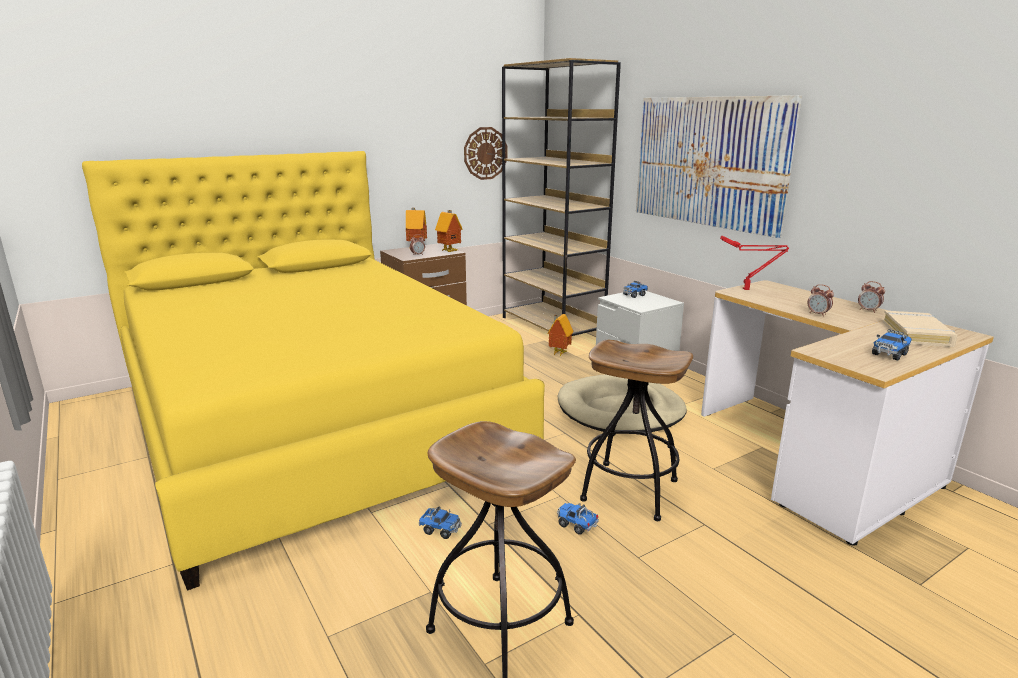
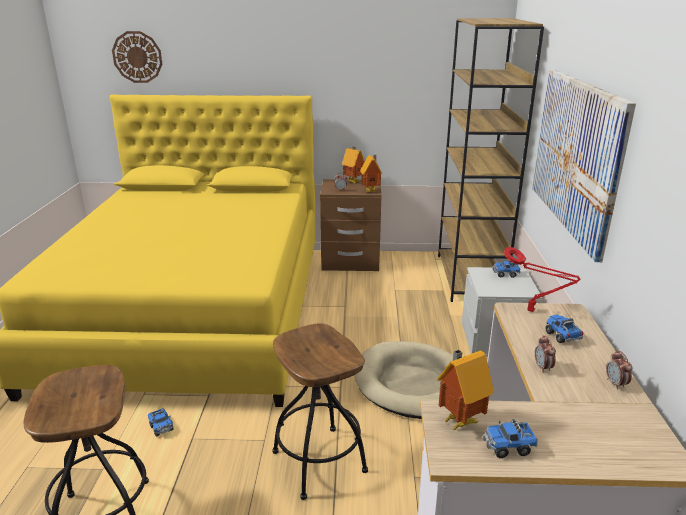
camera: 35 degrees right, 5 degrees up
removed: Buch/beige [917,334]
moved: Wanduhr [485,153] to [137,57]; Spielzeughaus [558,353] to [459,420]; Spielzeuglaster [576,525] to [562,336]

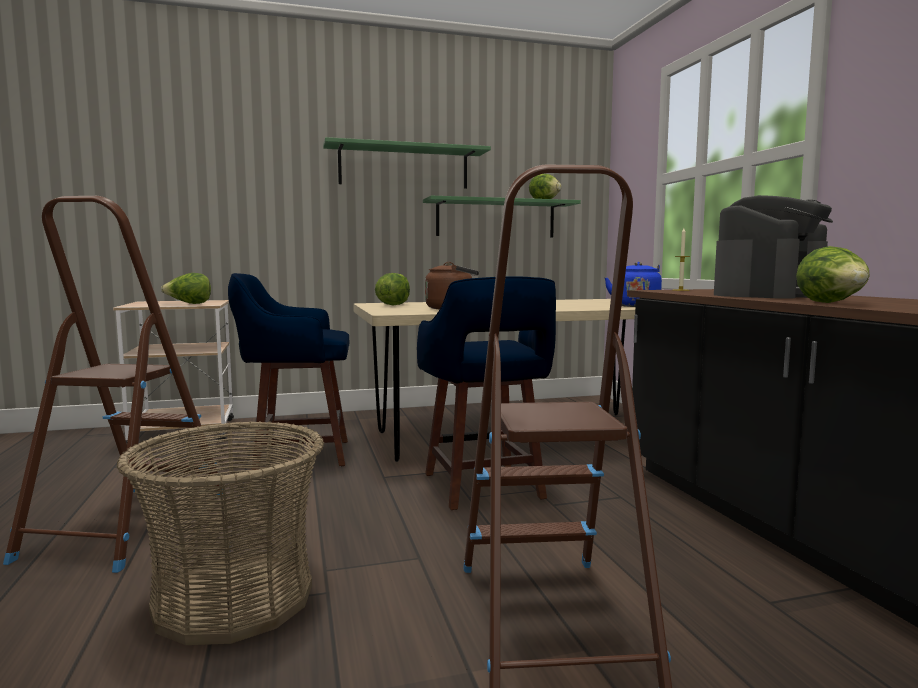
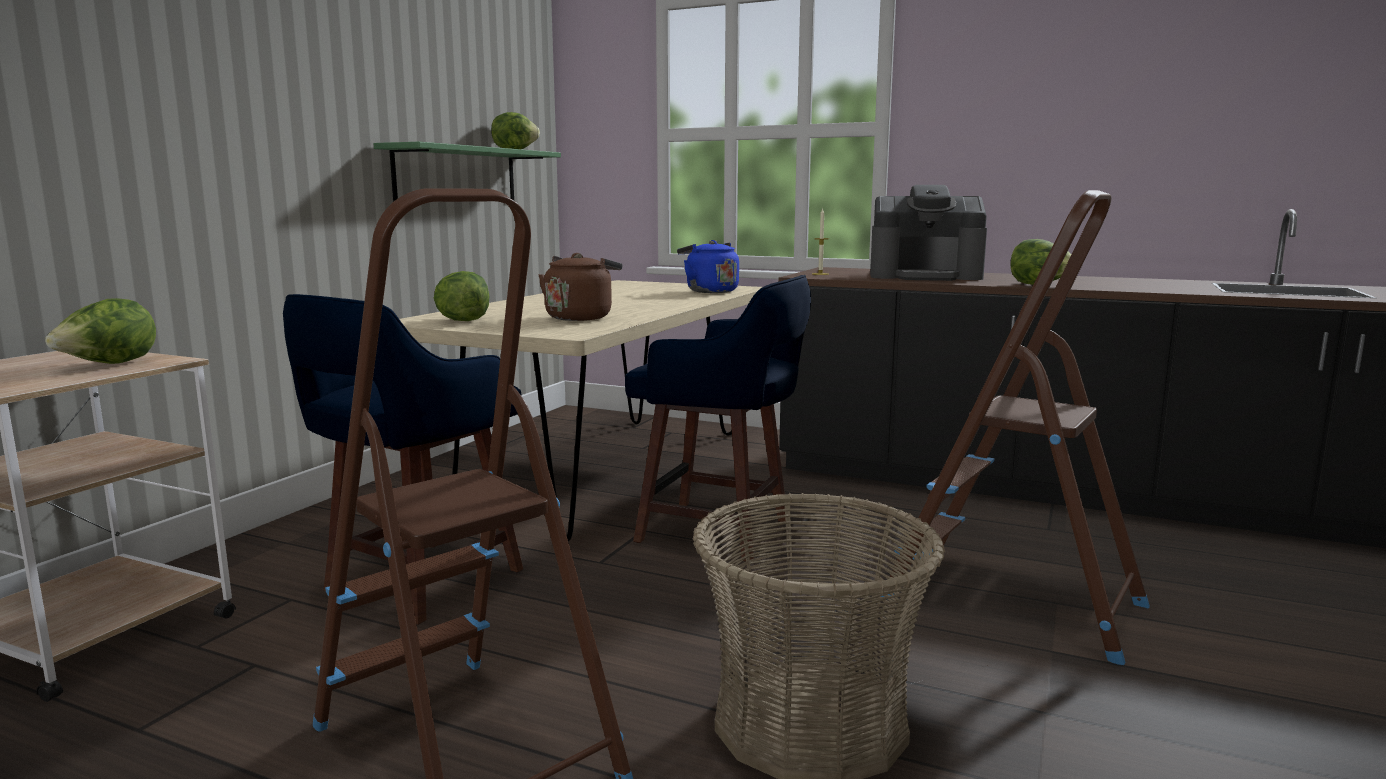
camera: 50 degrees left, 5 degrees up
removed: Wandregal/grün [404,167]
turned: Kaffeemaschine [770,294] = [925,276] 105 degrees clockwise

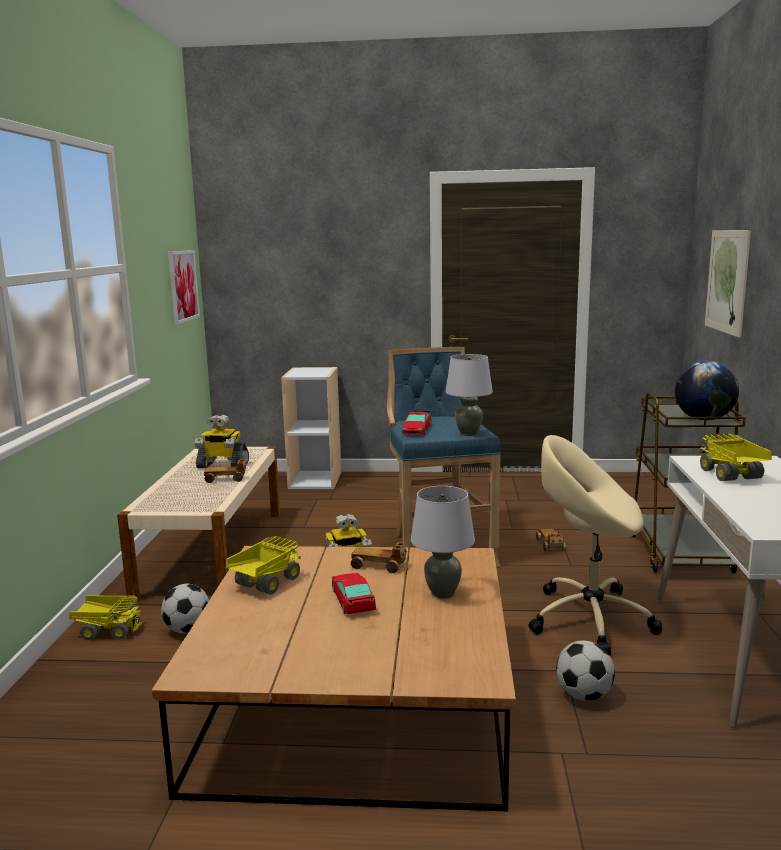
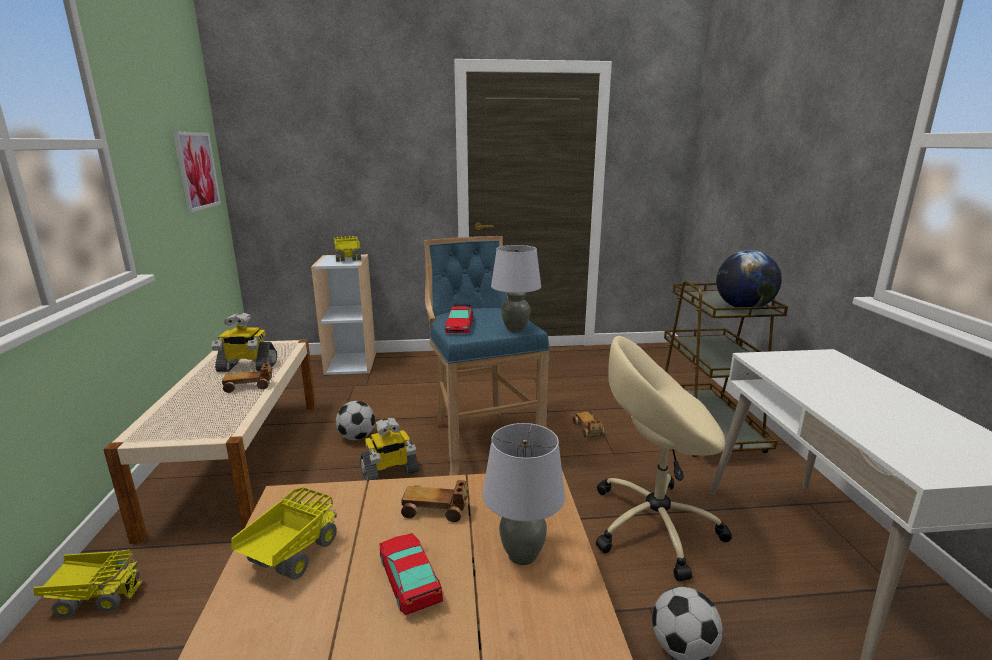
camera: 10 degrees left, 5 degrees up
removed: Bild [727,281]
moved: Spielzeuglaster [731,475] to [347,259]; Fußball [187,630] to [356,437]

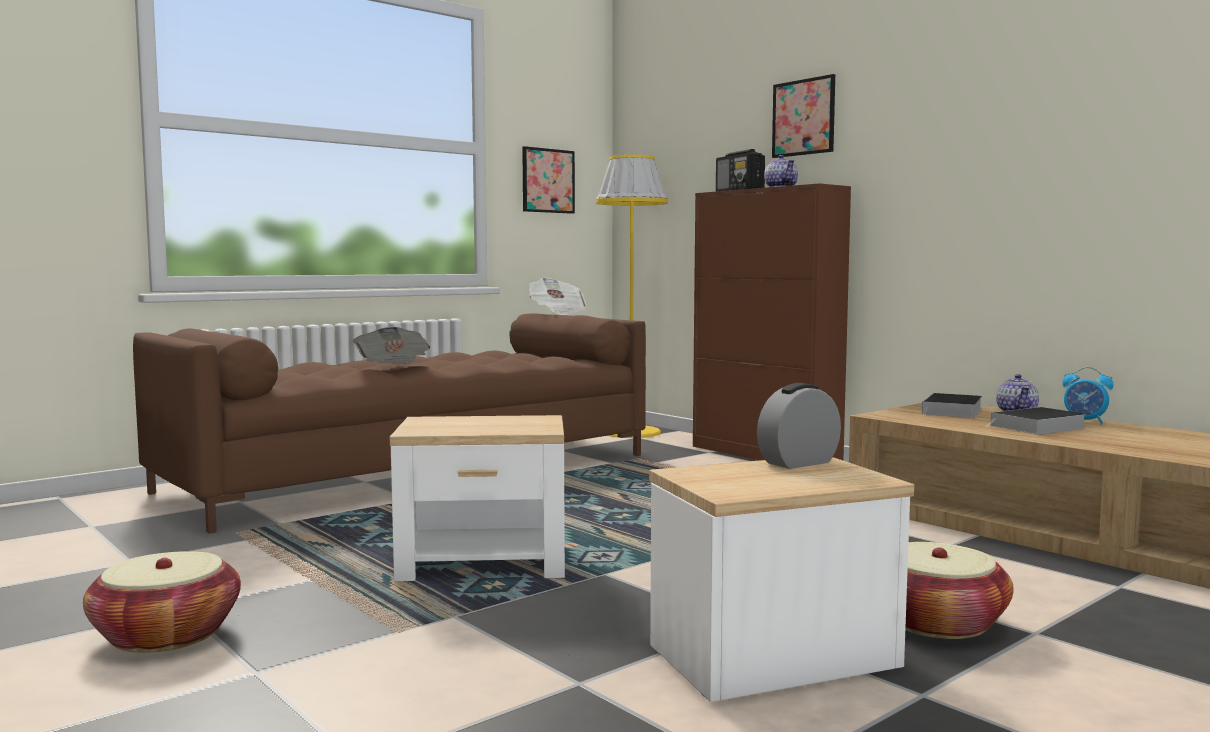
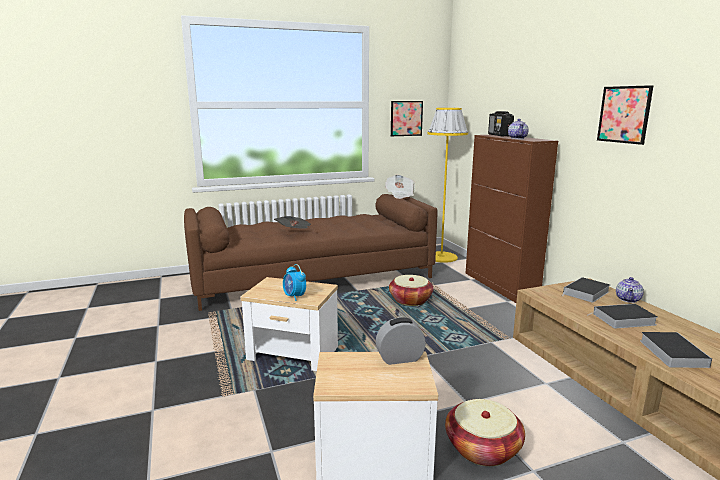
camera: 20 degrees right, 10 degrees up
added: Buch [671,352]
moved: Wecker [1085,421] to [294,297]; Korb [166,635] to [410,300]; Bild [803,117] to [624,114]

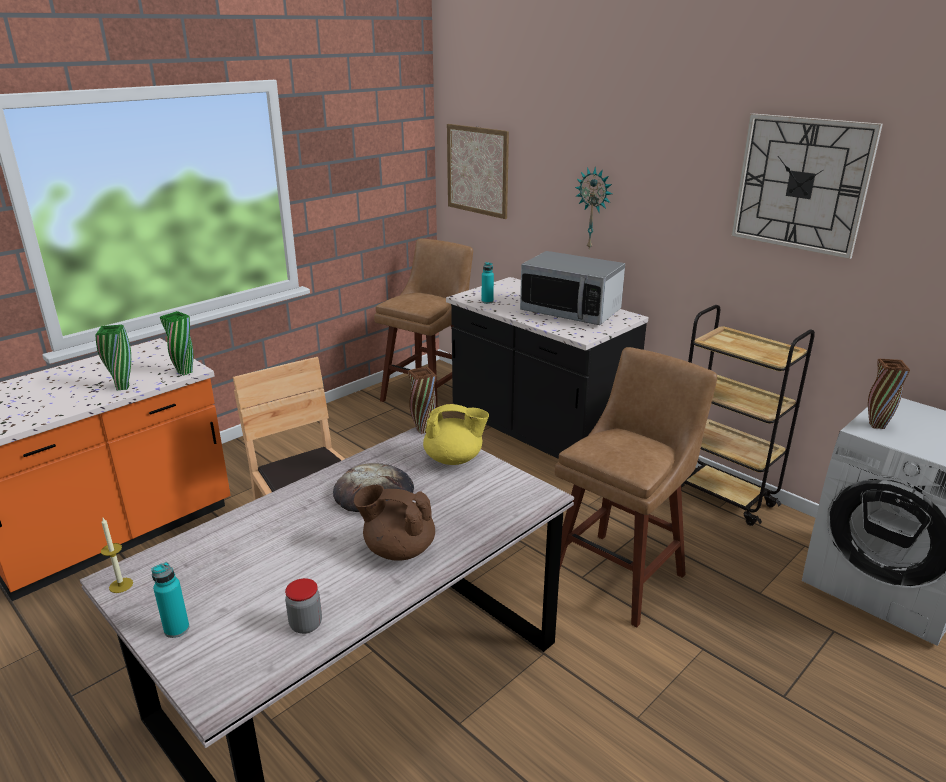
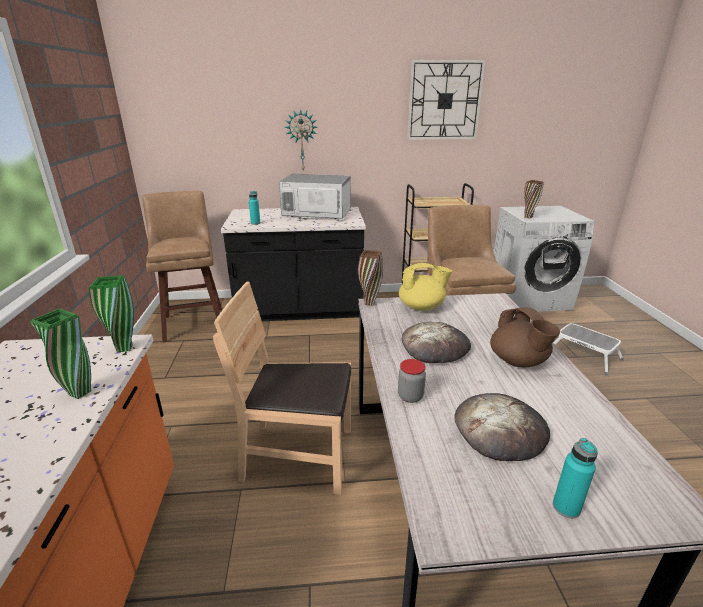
camera: 50 degrees left, 0 degrees up
removed: Kerze [121,585]; Bild [477,169]
added: Brot [500,429]; Trittleiter/grau [583,355]
moved: Vorratsglas [306,625] to [410,396]
turned: Mikrowelle [570,312] = [316,214] 150 degrees counterclockwise; Teekanne/gelb [454,459] = [422,307] 45 degrees clockwise; Teekanne/braun [398,549] = [518,361] 75 degrees counterclockwise

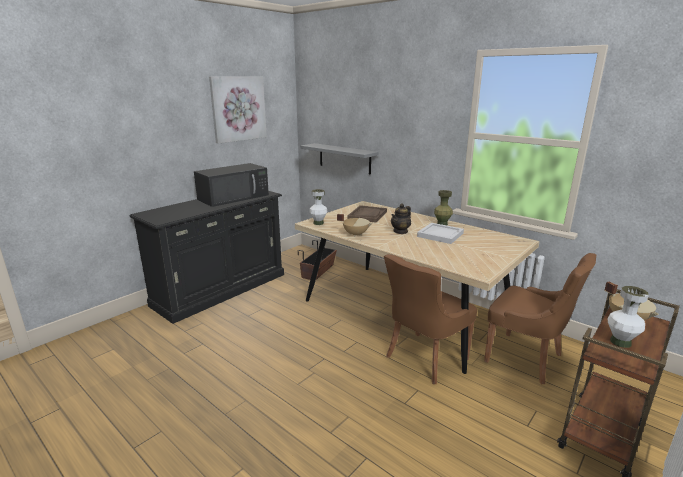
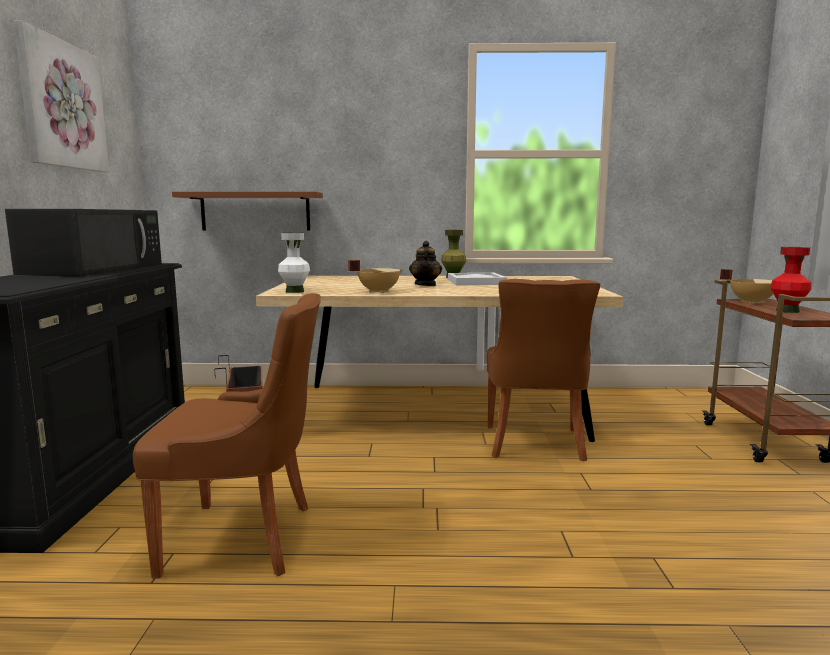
camera: 40 degrees left, 10 degrees down
removed: Tablett/braun [367,215]
moved: Stuhl/braun [526,359] to [245,538]
recoloured: Wandregal/grau [344,158] to Wandregal/braun [255,211]; Vase/weiß [620,342] to Vase/rot [787,311]

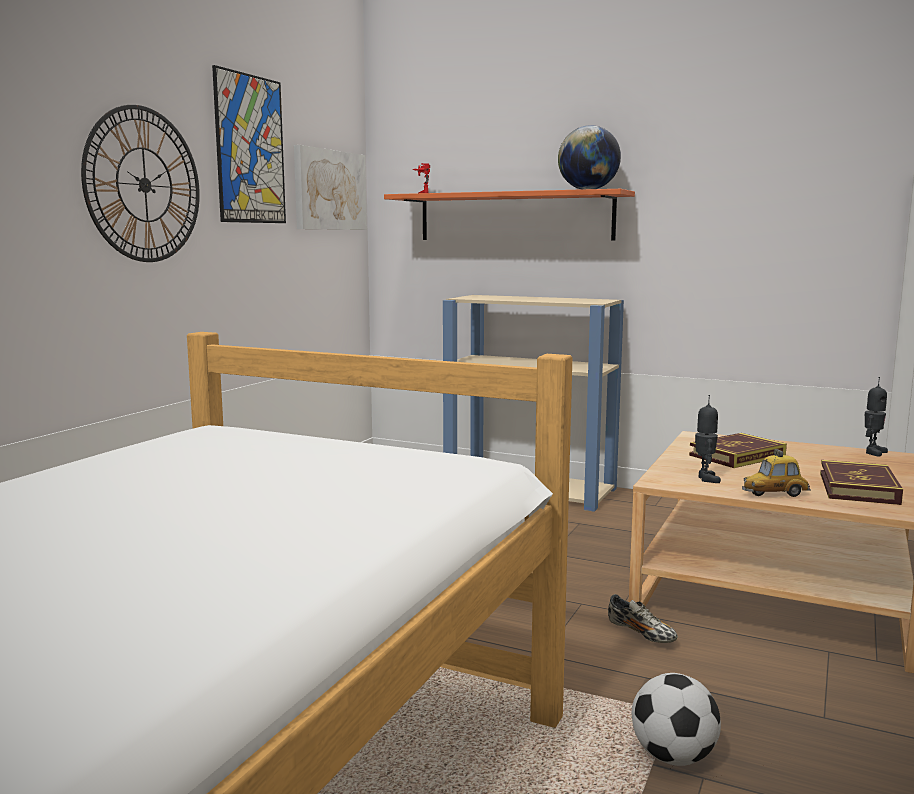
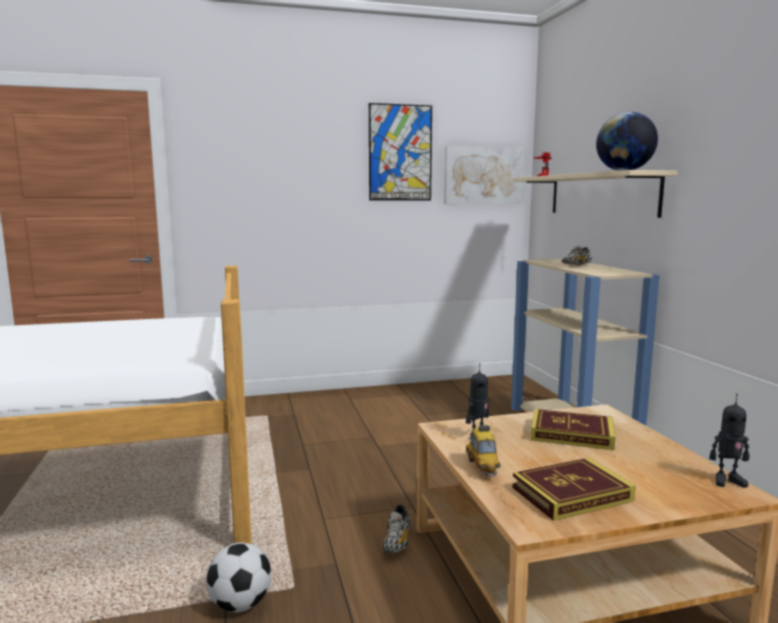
camera: 50 degrees right, 0 degrees up
removed: Wanduhr [144,185]
added: Schuh [576,265]
recoloured: Wandregal/orange [514,217] to Wandregal/beige [601,195]
turned: Spielzeugauto [774,494] = [482,467] 135 degrees counterclockwise

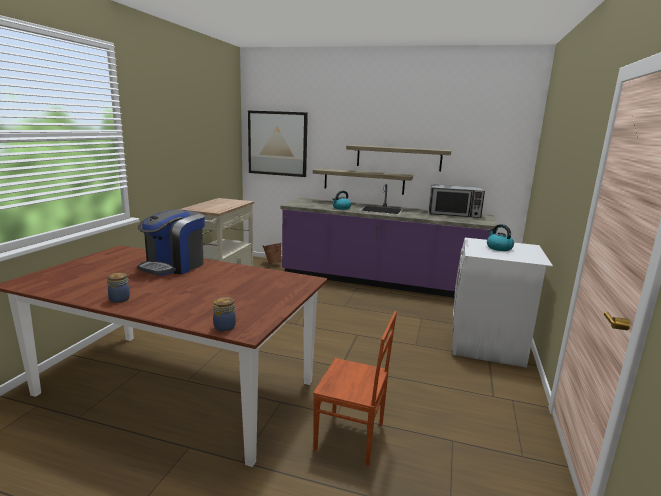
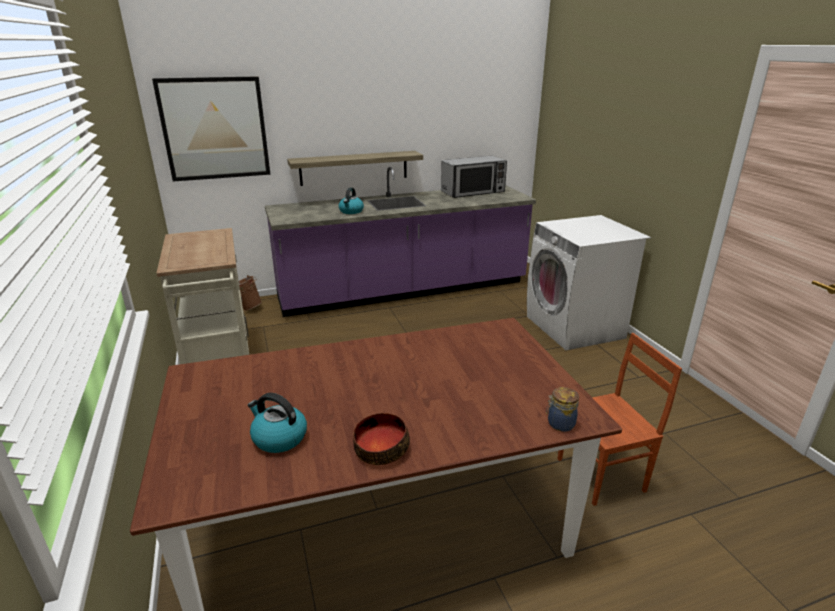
camera: 35 degrees left, 10 degrees up
removed: Kaffeemaschine [174,266]; Wandregal [398,158]
moved: Wasserkessel [498,248] to [278,438]
replaced: Vorratsglas [120,299] to Schüssel [381,448]

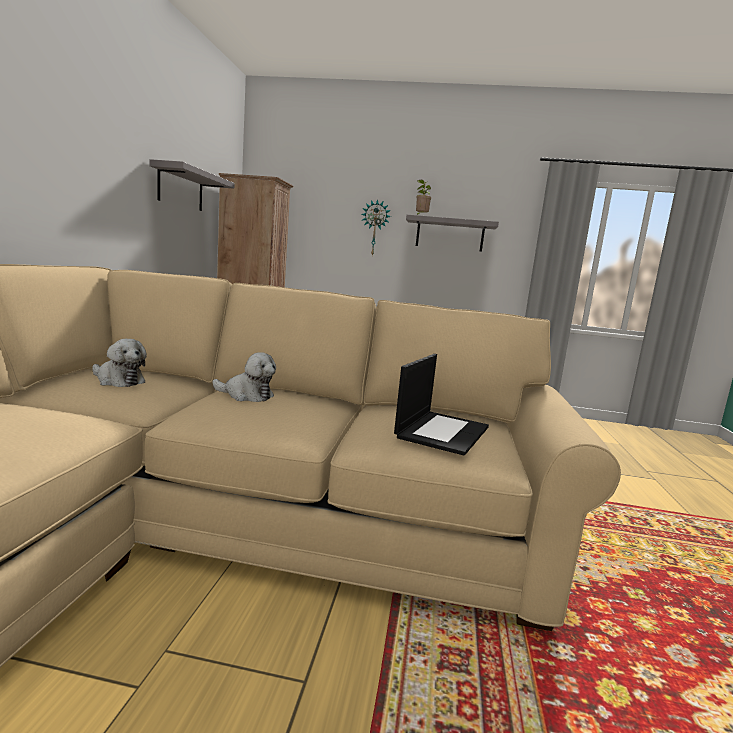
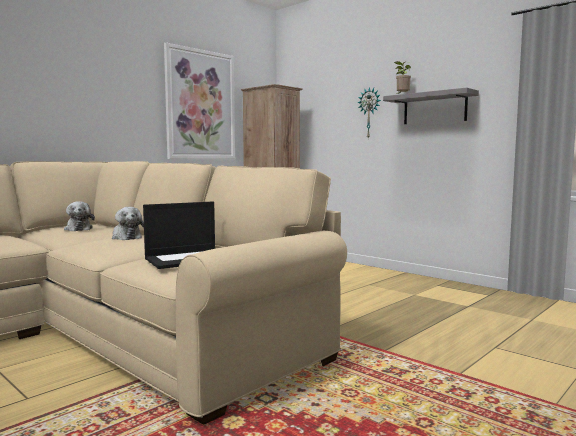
camera: 35 degrees right, 5 degrees down
replaced: Wandregal/grau [181,188] to Bild [200,105]

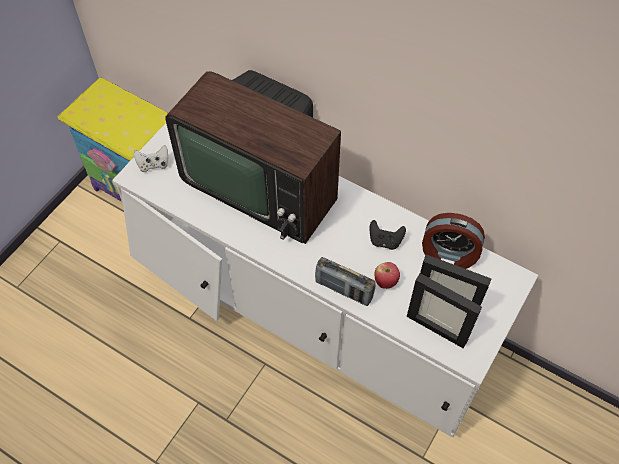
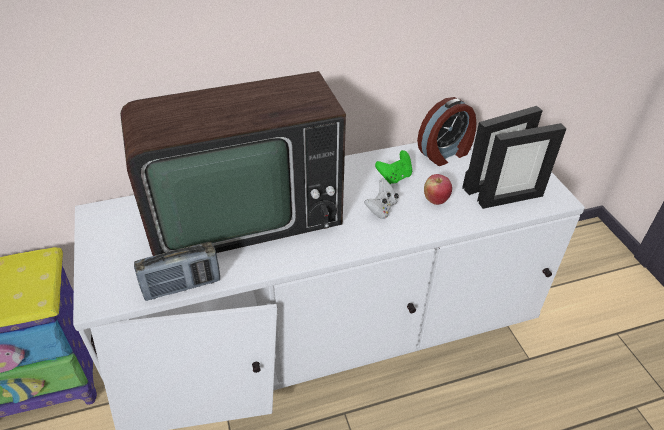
camera: 50 degrees left, 15 degrees down
moved: Radio [344,290] to [182,286]; Gamepad/weiß [153,164] to [381,208]
recoloured: Gamepad/schwarz [385,241] to Gamepad/grün [394,177]

